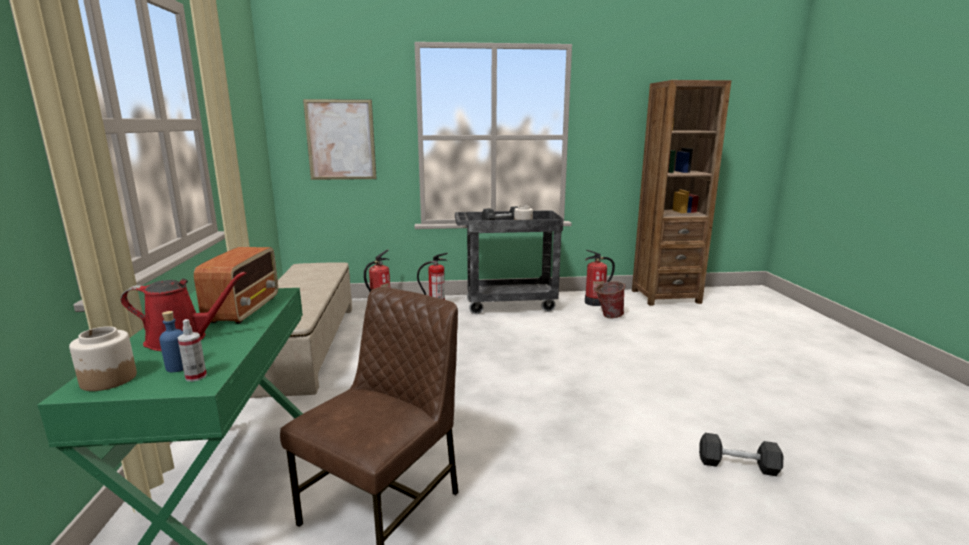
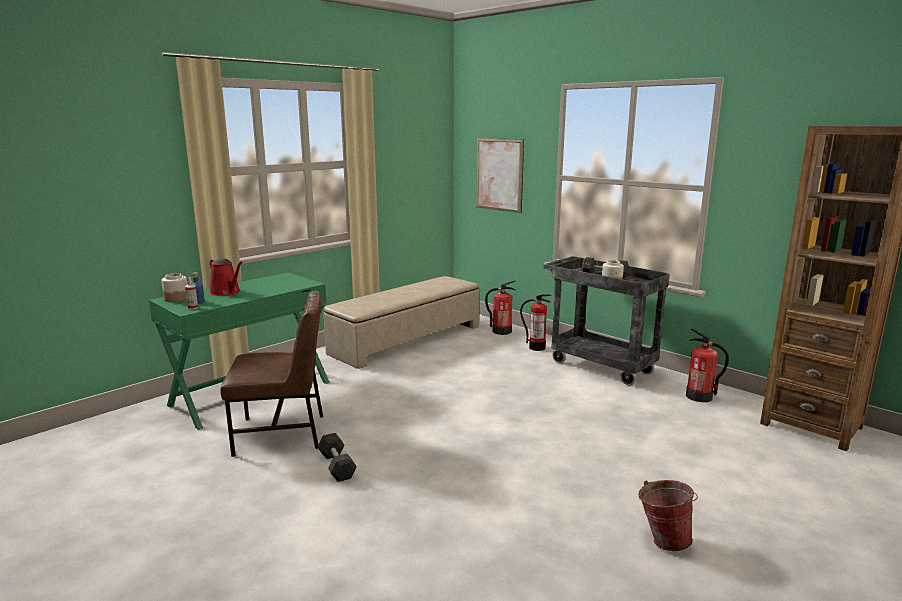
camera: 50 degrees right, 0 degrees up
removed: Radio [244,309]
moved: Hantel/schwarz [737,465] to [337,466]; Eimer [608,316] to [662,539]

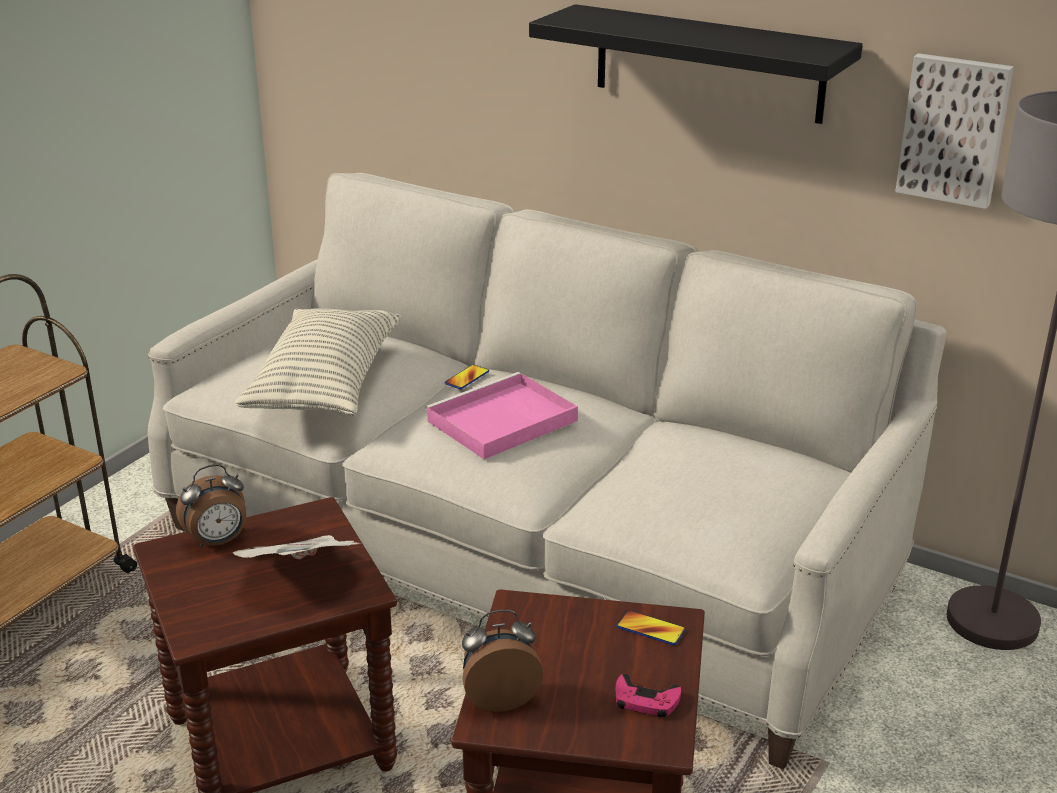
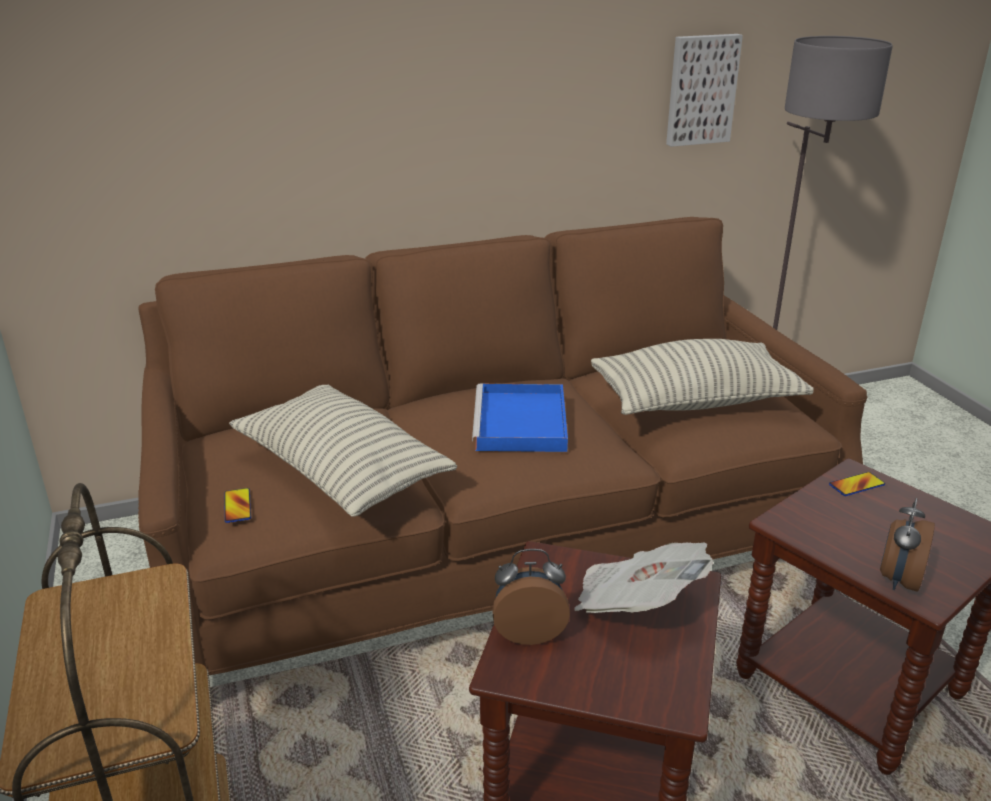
camera: 50 degrees left, 0 degrees up
removed: Wandregal/schwarz [708,63]; Gamepad/rosa [645,701]
added: Kissen [695,401]
moved: Handy [467,378] to [237,506]
recoloured: Sofa/weiß [529,552] to Sofa/braun [496,538]; Tablett/rosa [500,422] to Tablett/blau [521,424]
turned: Wecker [218,542] = [529,631] 105 degrees counterclockwise

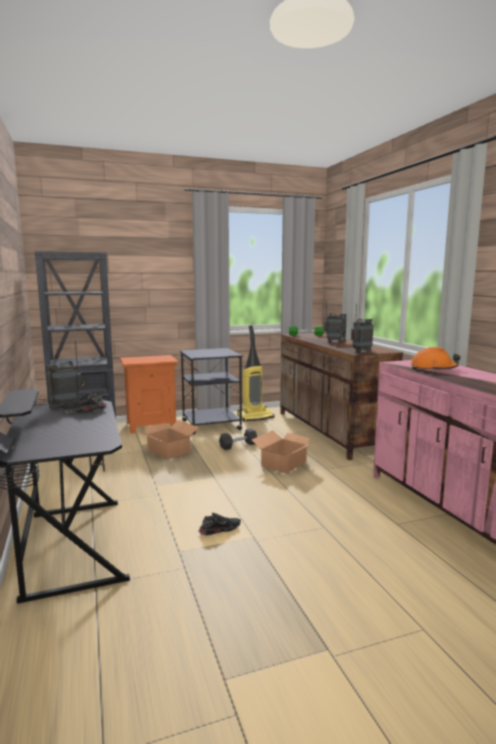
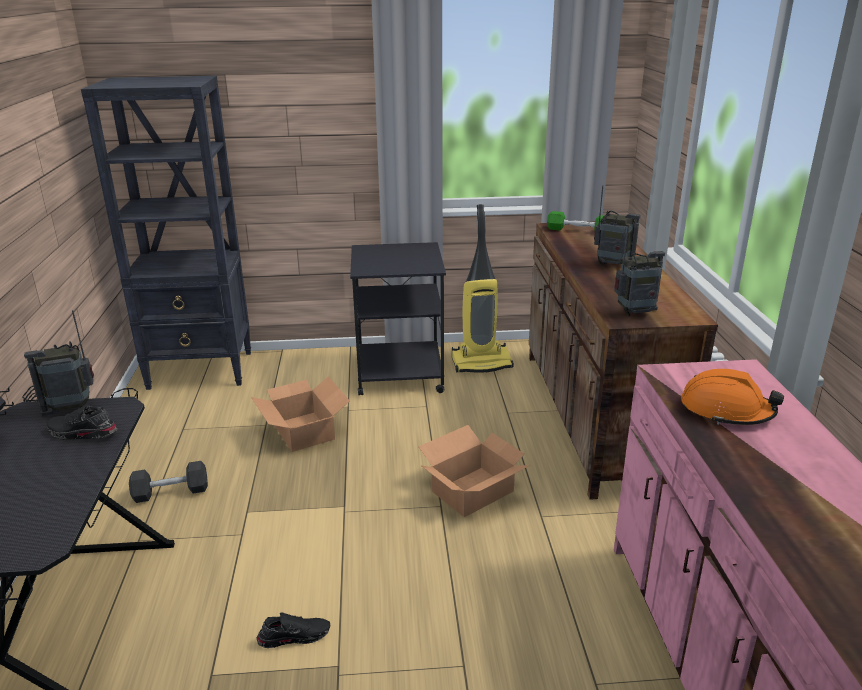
camera: 15 degrees right, 15 degrees up
removed: Nachttisch/orange [152,425]
moved: Hantel/grau [238,445] to [171,492]

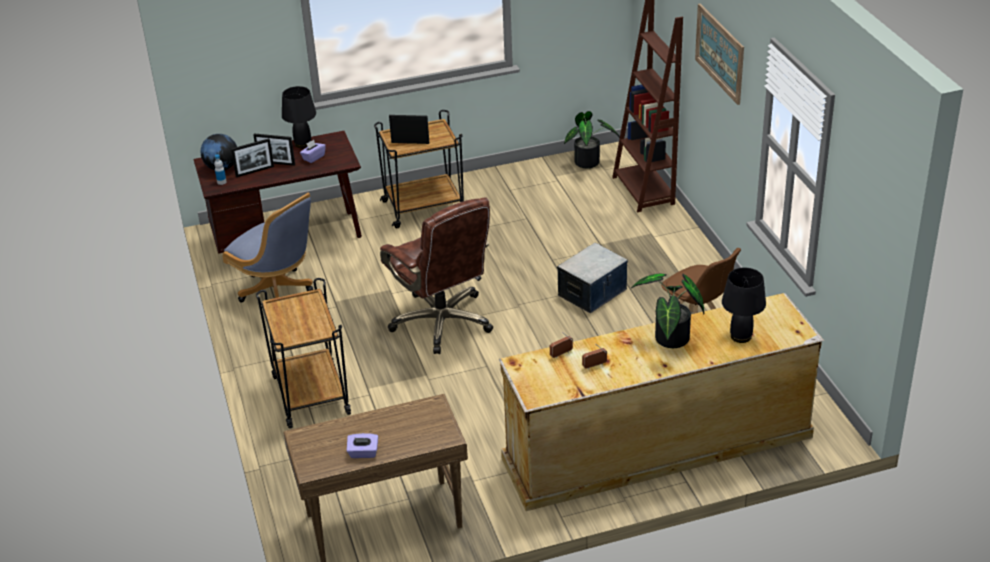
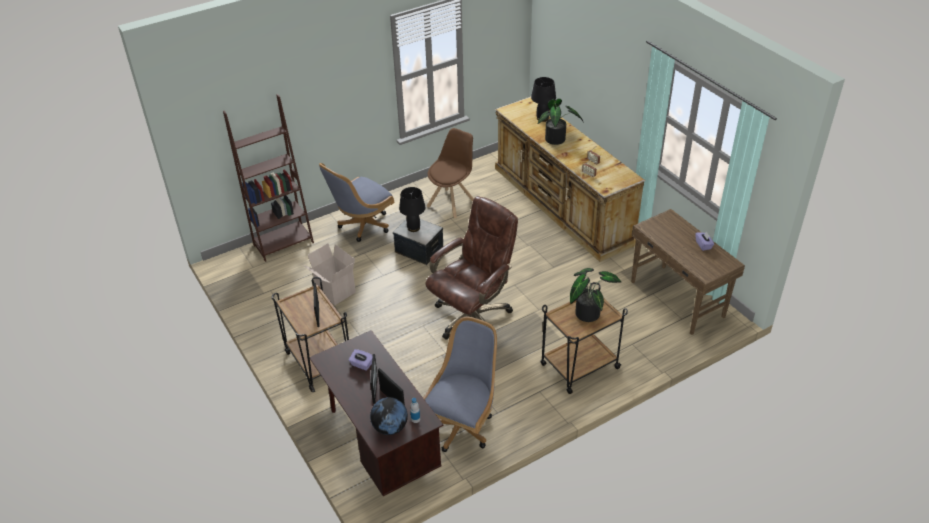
camera: 105 degrees left, 5 degrees up
removed: Bild [719,53]
added: Karton [334,291]; Bürostuhl/blau [361,227]
moved: Tischlampe/schwarz [303,144] to [413,228]; Topfpflanze [590,163] to [588,311]

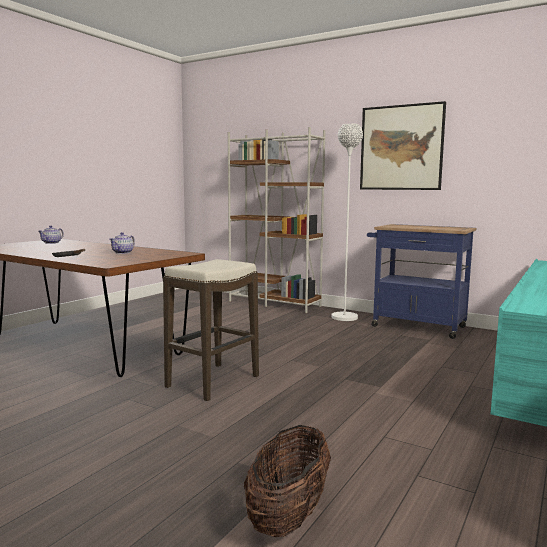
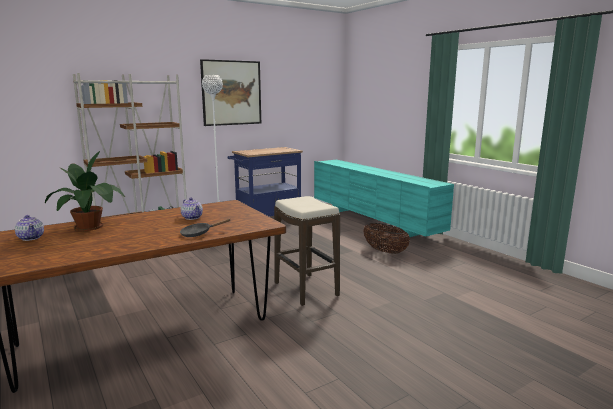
camera: 65 degrees left, 5 degrees up
added: Topfpflanze [91,226]
moved: Korb [288,515] to [385,251]

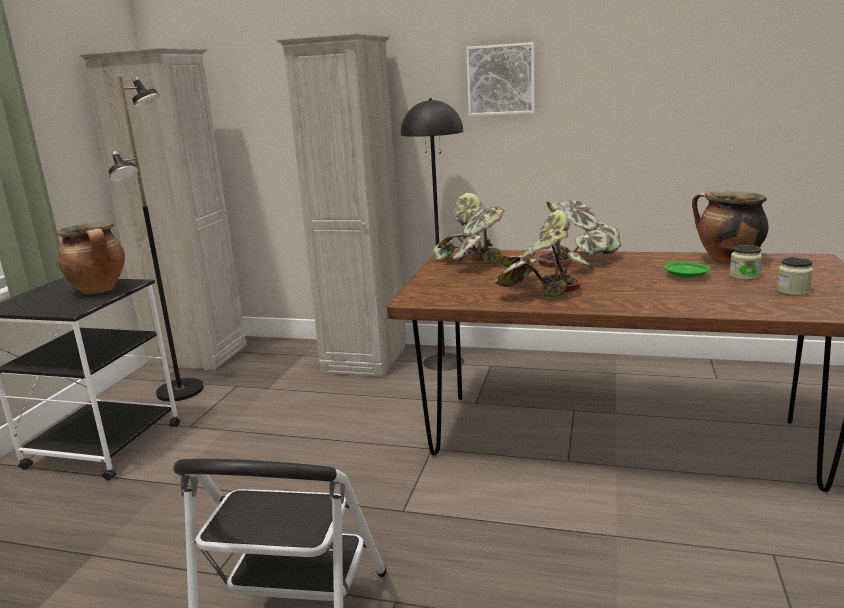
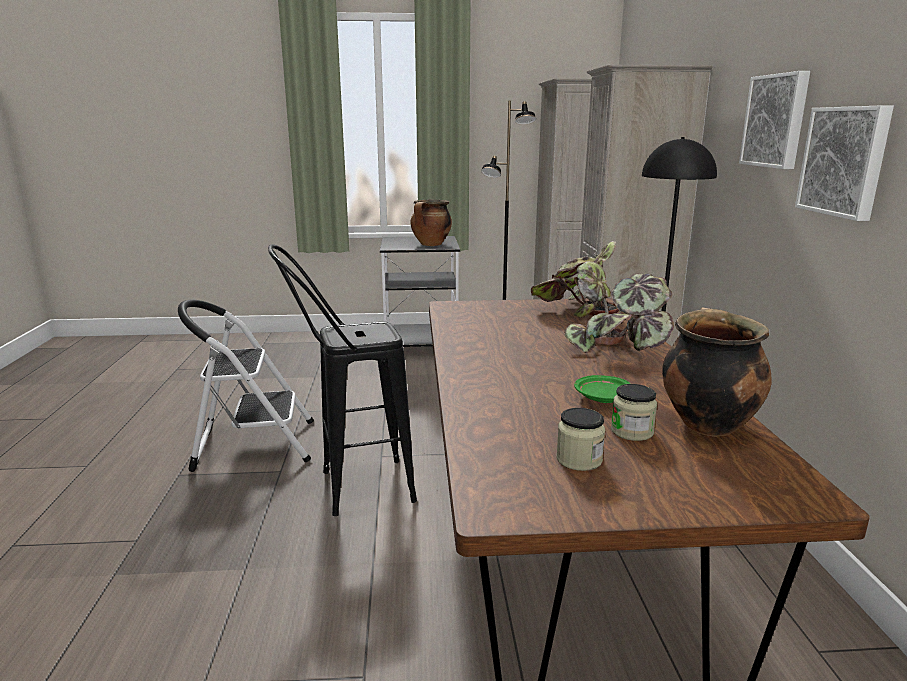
camera: 70 degrees right, 0 degrees up
removed: Topfpflanze [535,290]
added: Hocker/schwarz [350,489]; Bild [845,161]

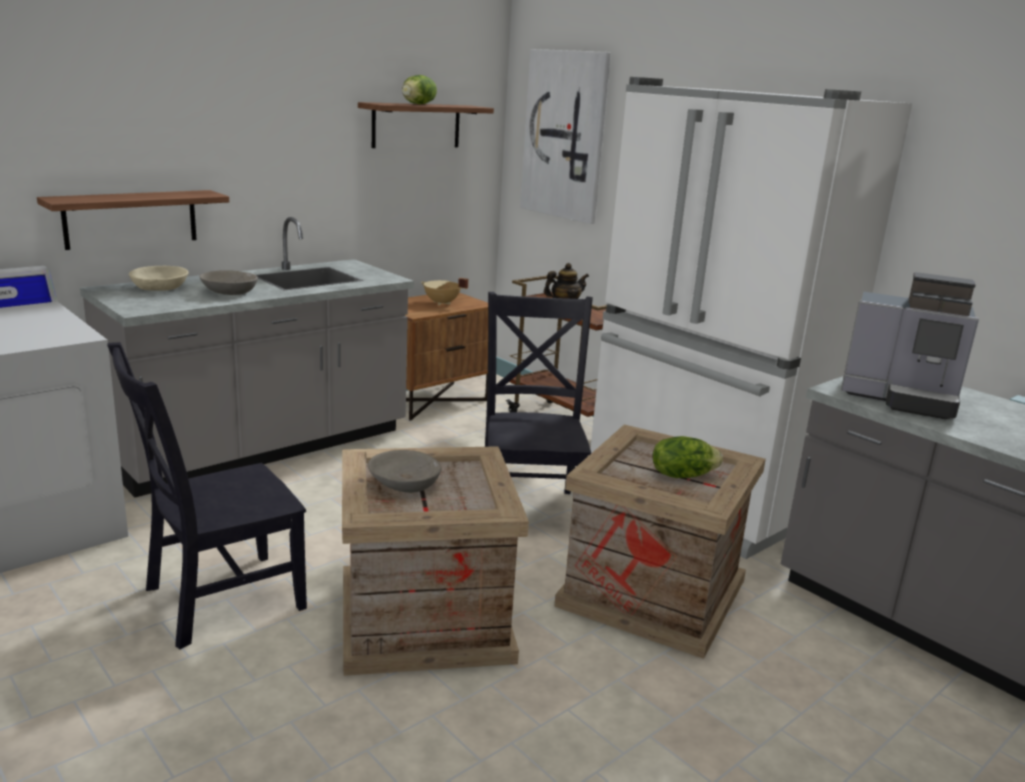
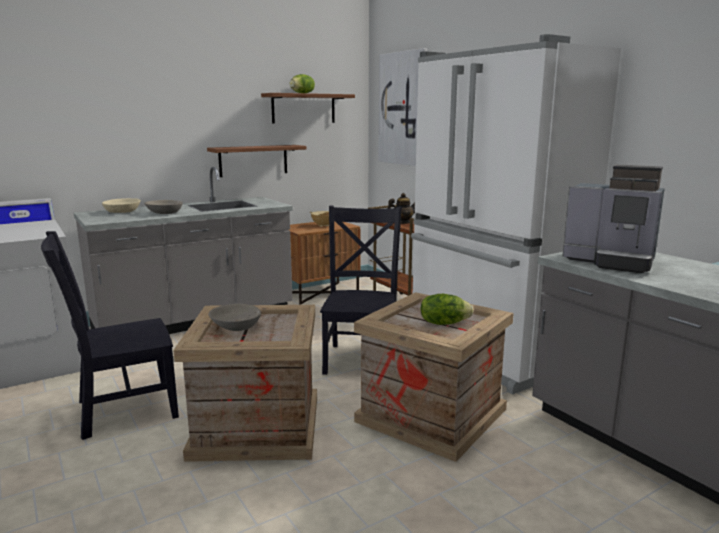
camera: 10 degrees right, 5 degrees down
moved: Wandregal [131,219] to [253,160]

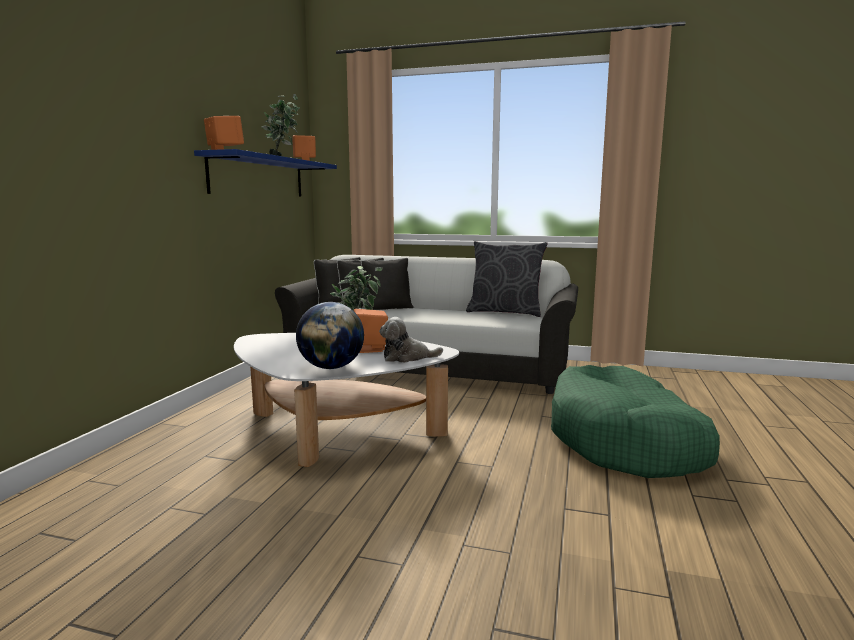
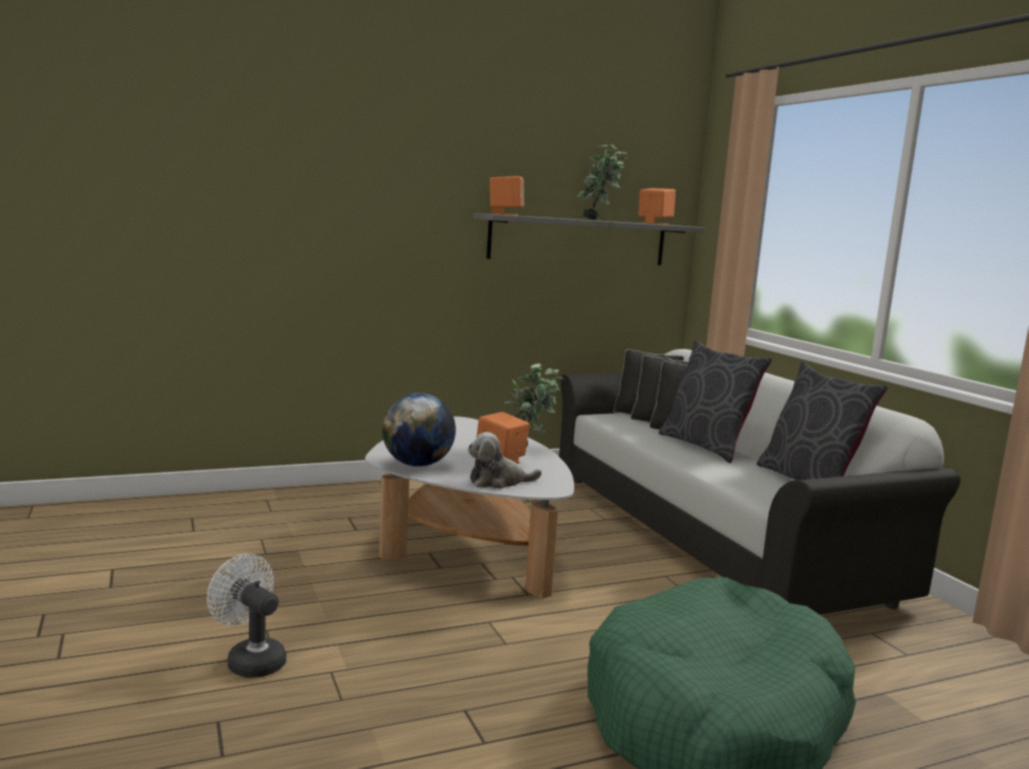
camera: 50 degrees right, 0 degrees up
added: Ventilator/weiß [250,660]; Kissen/grau [706,446]
recoloured: Wandregal/blau [259,177] to Wandregal/grau [579,240]
turned: Plüschtier [407,357] = [498,481] 60 degrees counterclockwise

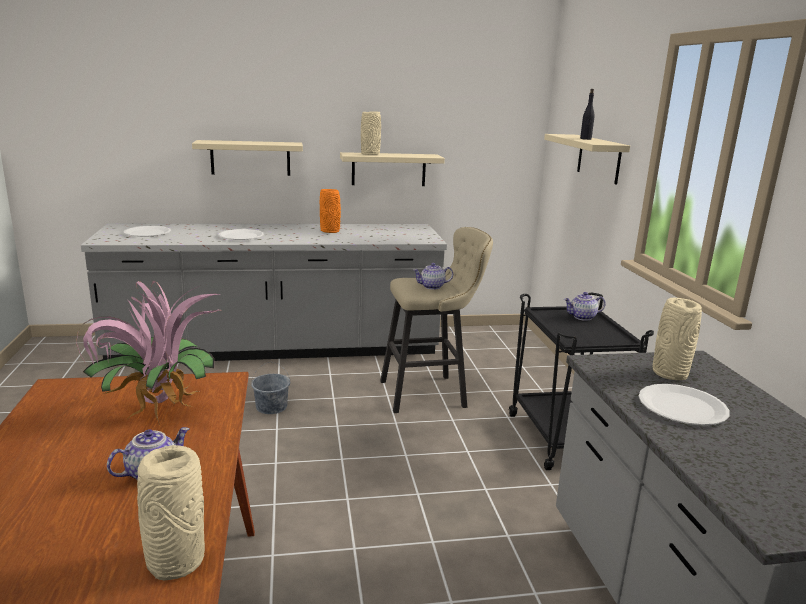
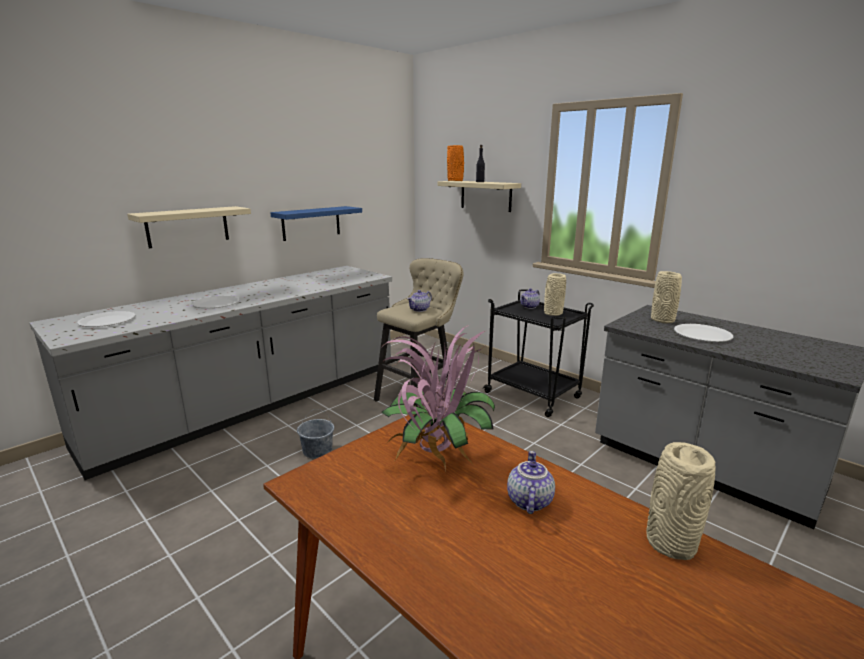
camera: 35 degrees left, 0 degrees up
moved: Vase/orange [330,231] to [455,181]; Vase/beige [370,154] to [552,313]
recoloured: Wandregal/beige [388,169] to Wandregal/blau [311,223]

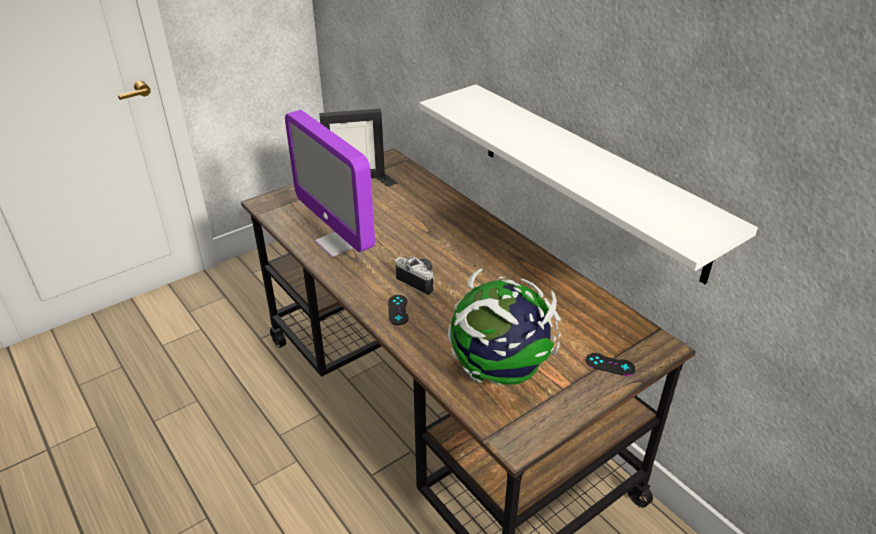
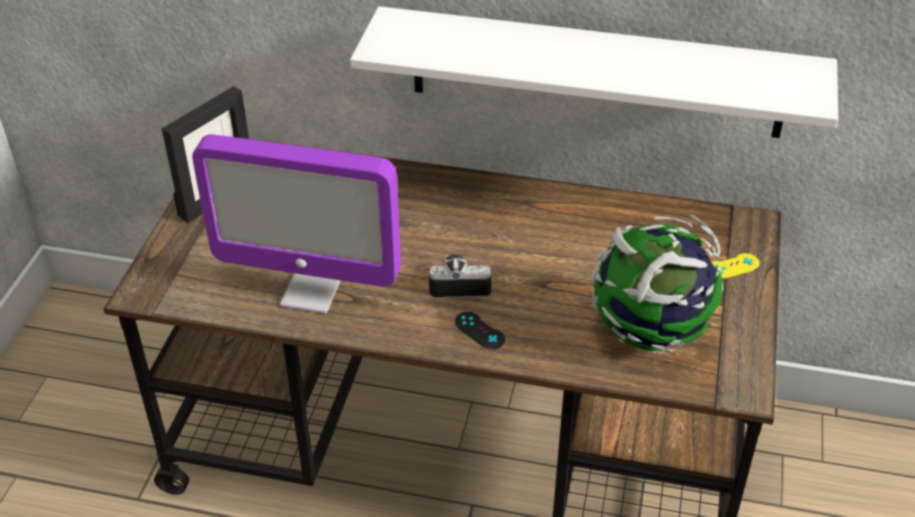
camera: 40 degrees left, 5 degrees up
recoloured: Gamepad/schwarz [610,364] to Gamepad/gelb [732,266]

